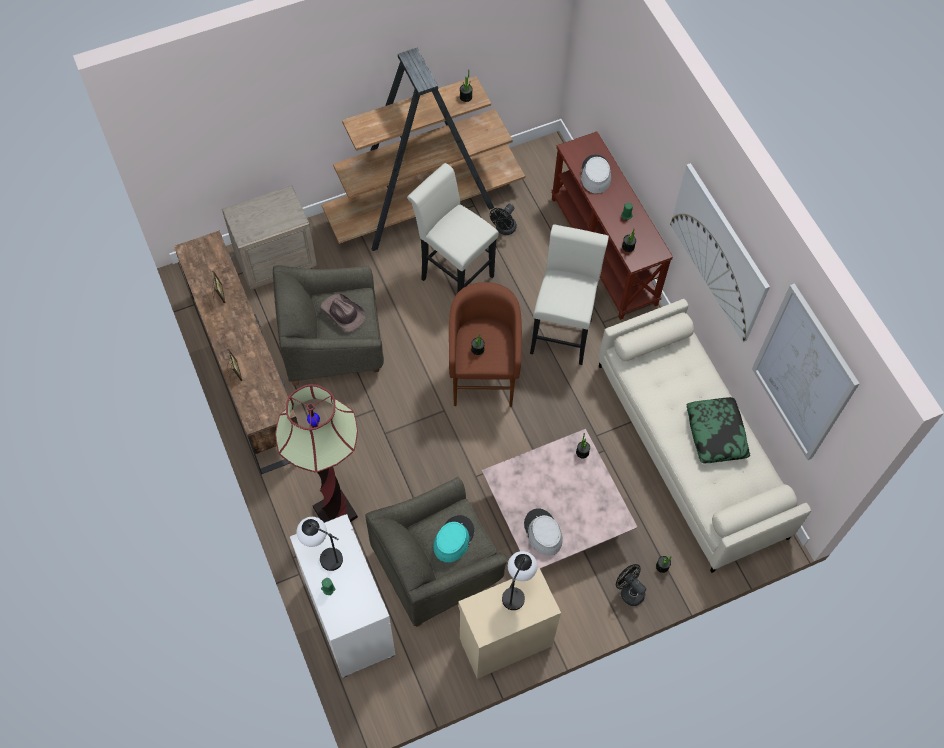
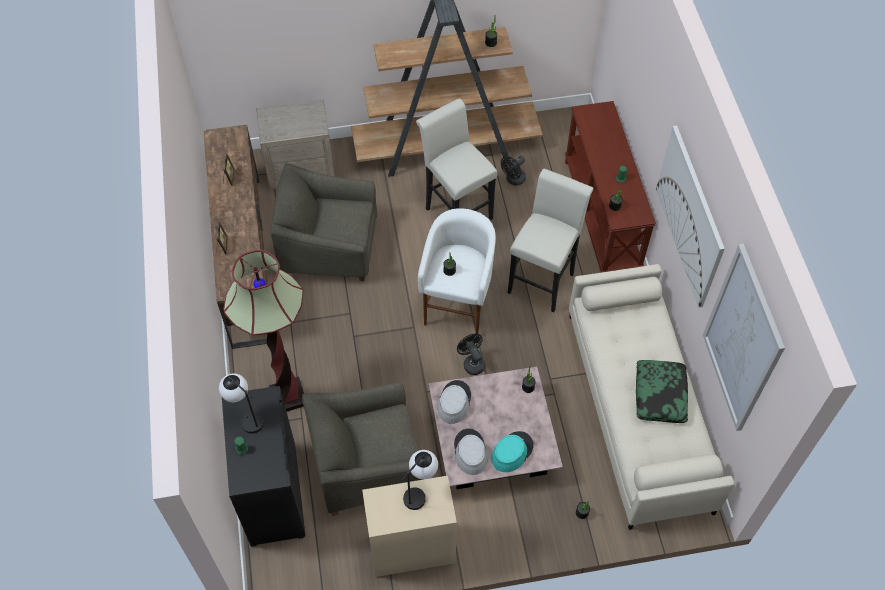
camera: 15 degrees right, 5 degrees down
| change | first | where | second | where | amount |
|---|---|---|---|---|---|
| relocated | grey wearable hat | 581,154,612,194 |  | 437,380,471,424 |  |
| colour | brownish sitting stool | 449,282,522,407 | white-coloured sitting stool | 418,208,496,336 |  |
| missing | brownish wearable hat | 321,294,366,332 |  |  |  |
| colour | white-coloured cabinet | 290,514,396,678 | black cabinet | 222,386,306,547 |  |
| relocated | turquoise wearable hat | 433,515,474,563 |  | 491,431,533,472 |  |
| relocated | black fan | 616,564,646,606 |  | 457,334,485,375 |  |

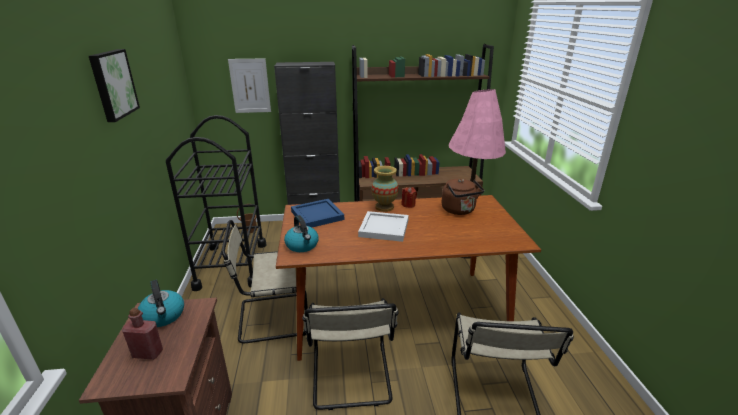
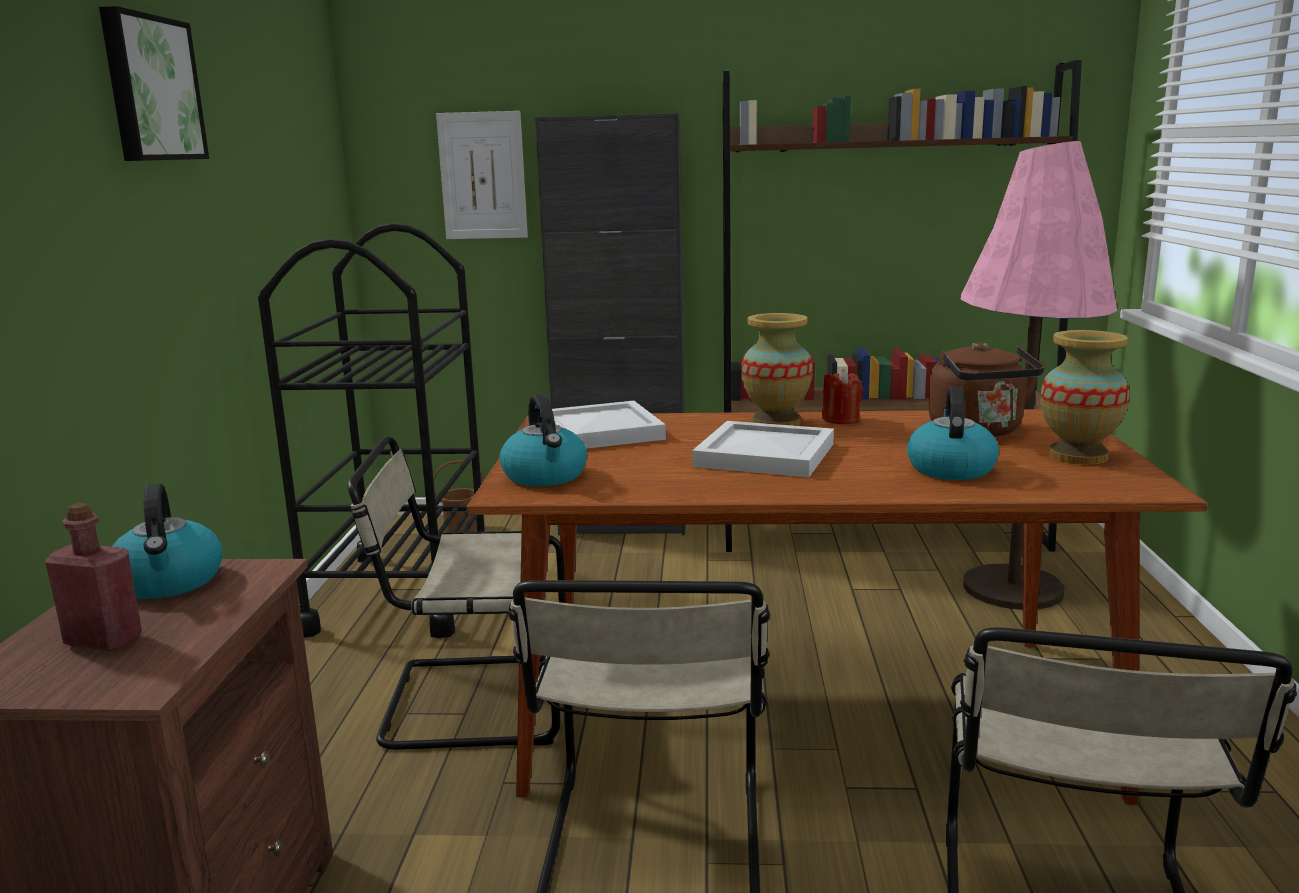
camera: 10 degrees right, 10 degrees down
| change | first | where | second | where | amount |
|---|---|---|---|---|---|
| colour | blue-coloured carrying tray | 291,199,344,227 | white-coloured carrying tray | 552,401,666,449 |  |
| appeared |  |  | flower vase | 1041,330,1129,464 |  |
| appeared |  |  | water kettle | 907,387,999,480 |  |

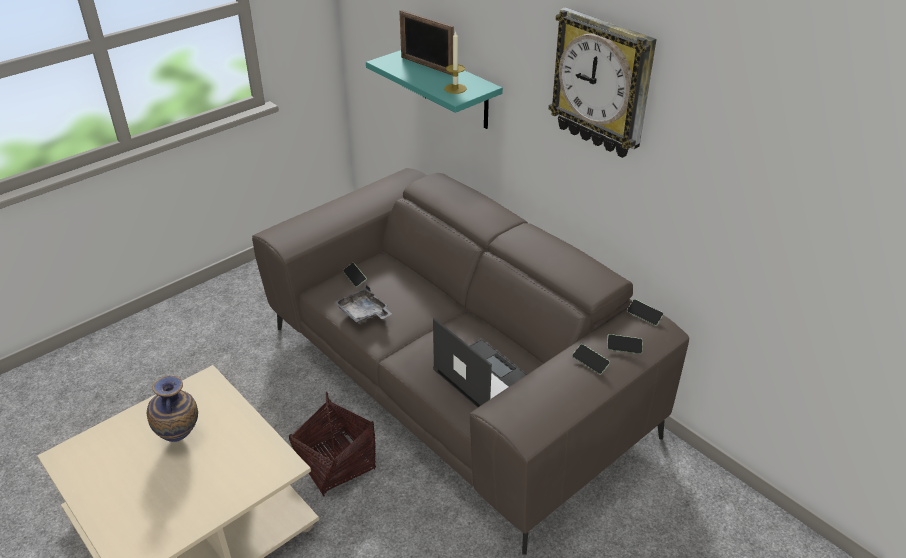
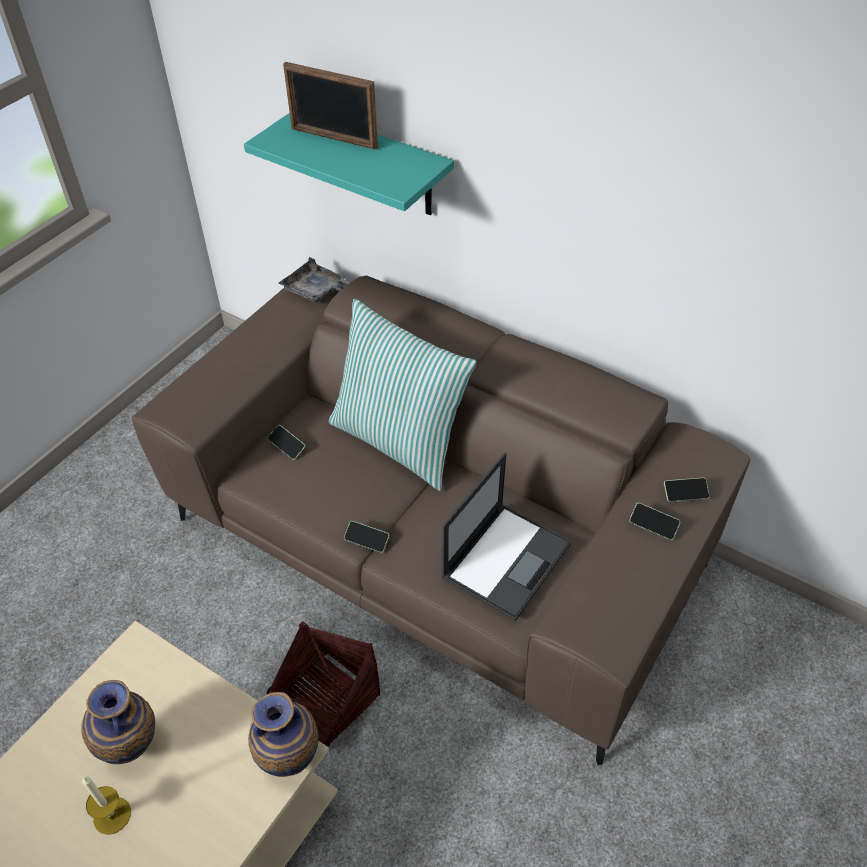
camera: 15 degrees left, 10 degrees up
| change | first | where | second | where | amount |
|---|---|---|---|---|---|
| missing | wall clock | 549,7,657,158 |  |  |  |
| relocated | candle | 444,30,466,94 |  | 82,776,131,835 |  |
| relocated | grey carrying tray | 334,285,392,324 |  | 279,257,349,303 |  |
| relocated | telephone | 627,299,664,326 |  | 344,521,389,553 |  |
| spun | notebook computer | 433,318,528,408 |  | 441,452,571,621 | 90 degrees clockwise |
| appeared |  |  | cushion | 329,299,477,491 |  |
| appeared |  |  | flower vase | 248,692,319,777 |  |

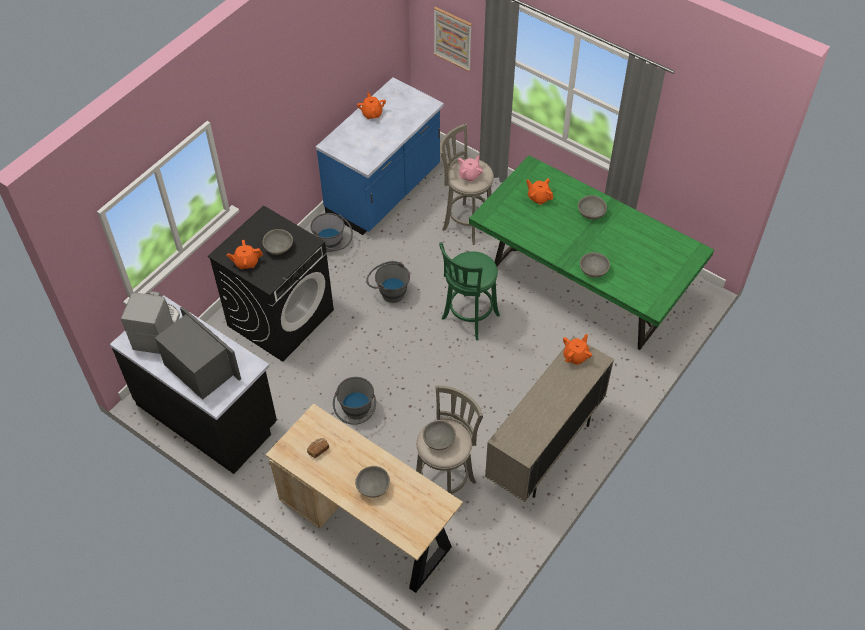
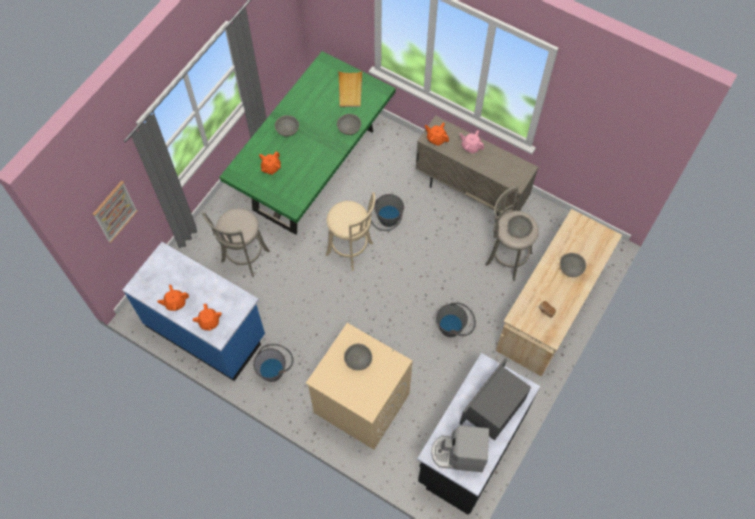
camera: 95 degrees left, 10 degrees up
| change | first | where | second | where | amount |
|---|---|---|---|---|---|
| relocated | pink pot for tea | 458,155,483,182 |  | 459,130,484,154 |  |
| colour | black laundry machine | 208,205,334,362 | sand-coloured laundry machine | 306,323,413,450 |  |
| relocated | orange pot for tea | 227,240,263,269 |  | 192,304,222,331 |  |
| colour | green sitting stool | 439,242,500,341 | sand-coloured sitting stool | 326,192,375,271 |  |
| relocated | grey pail | 366,261,410,303 |  | 371,194,404,231 |  |
| appeared |  |  | sand-coloured carrying tray | 339,71,362,107 |  |

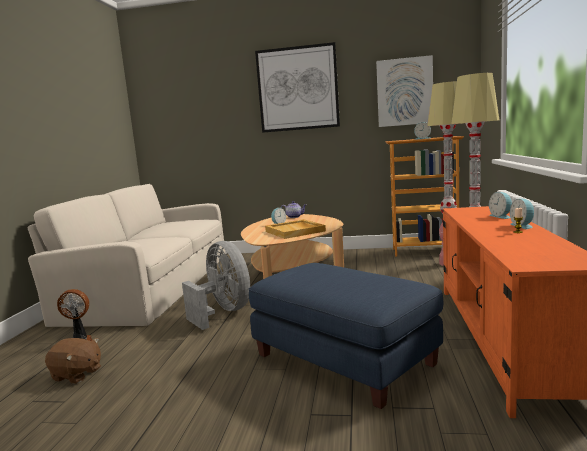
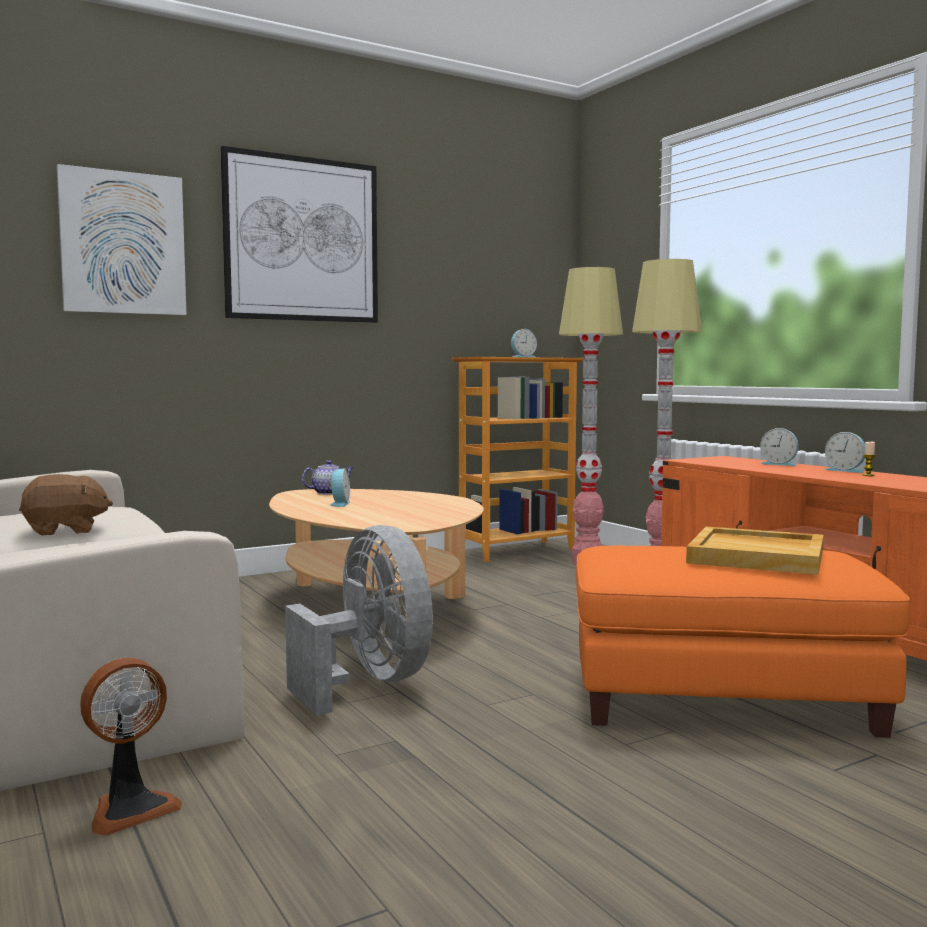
camera: 40 degrees left, 5 degrees down
| change | first | where | second | where | amount |
|---|---|---|---|---|---|
| relocated | wall art | 376,55,433,127 |  | 57,164,186,315 |  |
| relocated | sand-coloured carrying tray | 265,219,326,239 |  | 686,527,823,575 |  |
| spun | grey fan | 182,241,250,330 |  | 285,525,433,715 | 45 degrees clockwise |
| colour | blue-coloured ottoman | 249,263,443,409 | orange ottoman | 576,546,910,738 |  |
| relocated | brownish cuddly toy | 45,338,101,384 |  | 19,474,113,536 |  |

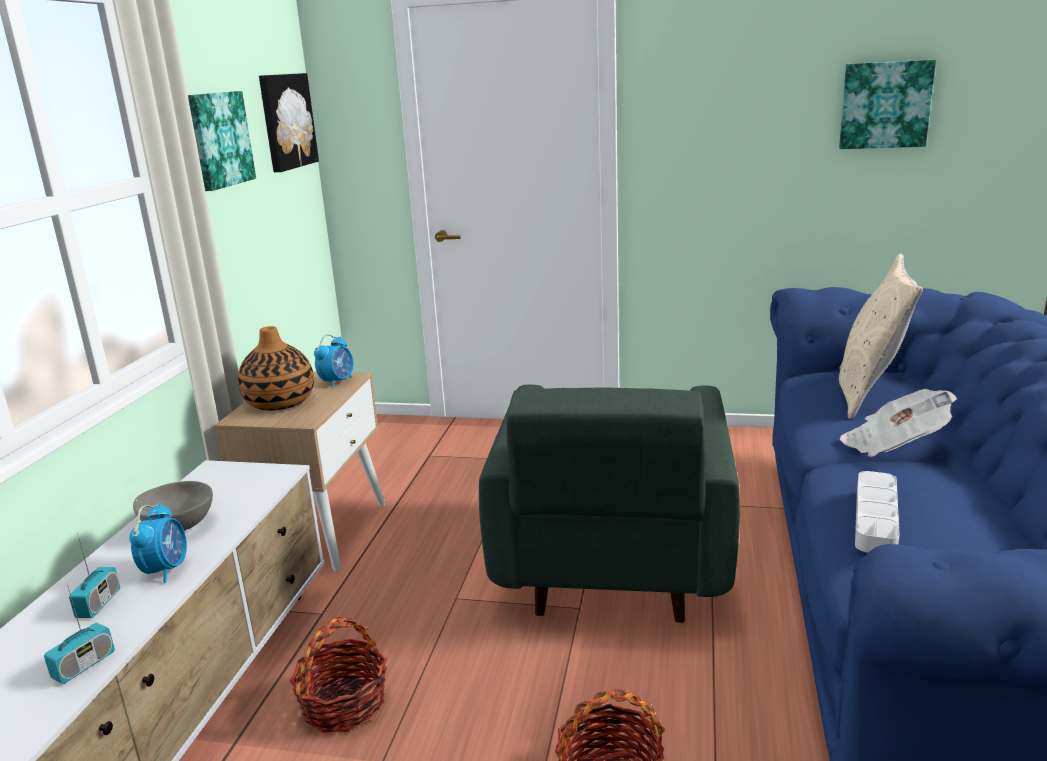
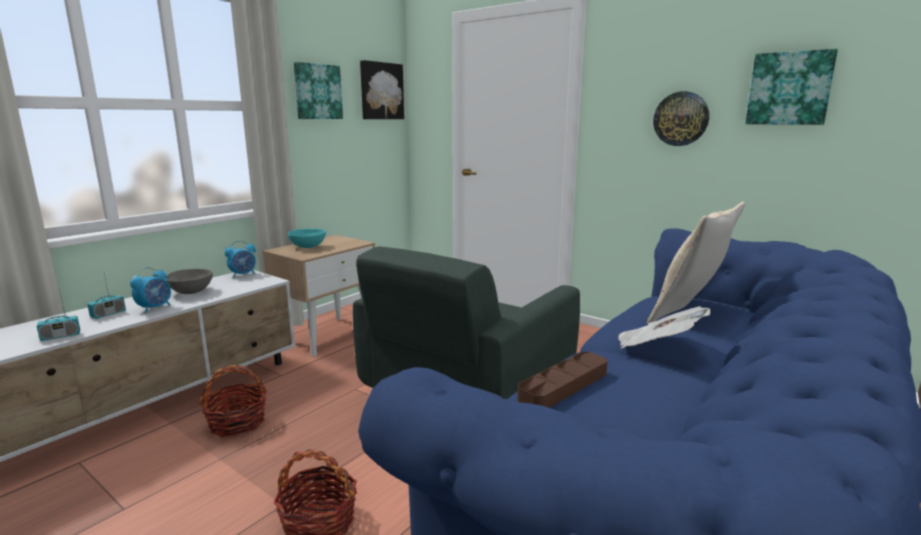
camera: 25 degrees right, 5 degrees down
| change | first | where | second | where | amount |
|---|---|---|---|---|---|
| exchanged | flower vase | 238,326,314,411 | turquoise serving bowl | 288,229,326,248 |  |
| relocated | bedside clock | 314,334,353,388 |  | 225,241,256,278 |  |
| colour | grey carrying tray | 855,471,900,553 | brownish carrying tray | 517,352,608,408 |  |
| appeared |  |  | wall clock | 653,91,709,146 |  |

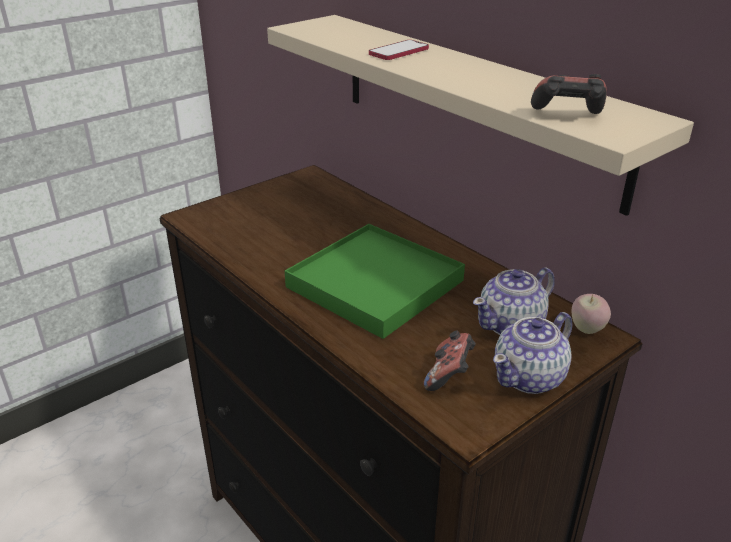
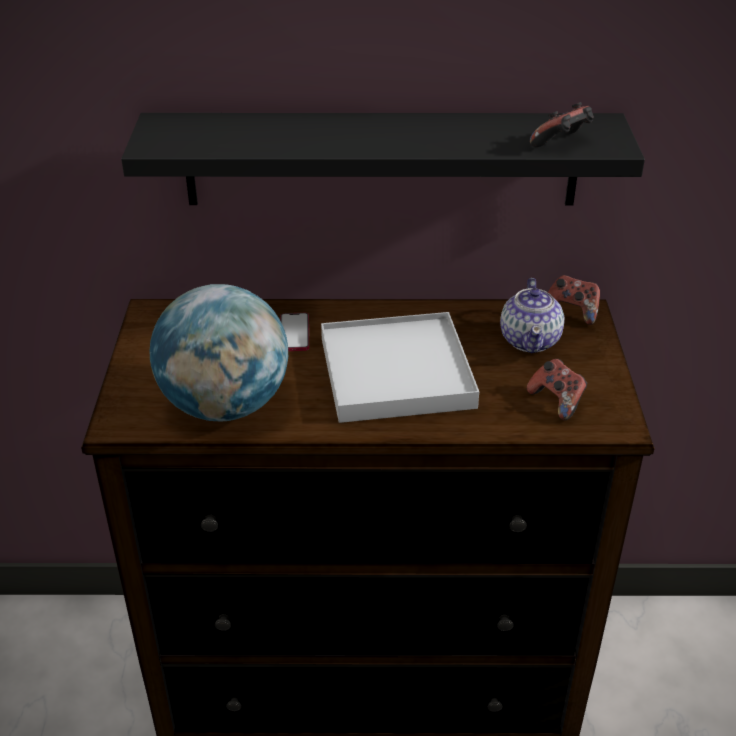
camera: 50 degrees left, 5 degrees up
| change | first | where | second | where | amount |
|---|---|---|---|---|---|
| colour | sand-coloured shelf | 267,15,694,216 | black shelf | 121,113,645,206 |  |
| relocated | telephone | 369,40,429,60 |  | 280,313,309,351 |  |
| colour | green carrying tray | 285,224,465,339 | white-coloured carrying tray | 321,312,479,423 |  |
| exchanged | apple fruit | 572,294,611,334 | gamepad | 548,275,600,325 |  |
| missing | pot for tea | 493,312,572,394 |  |  |  |
| appeared |  |  | globe | 150,284,288,422 |  |

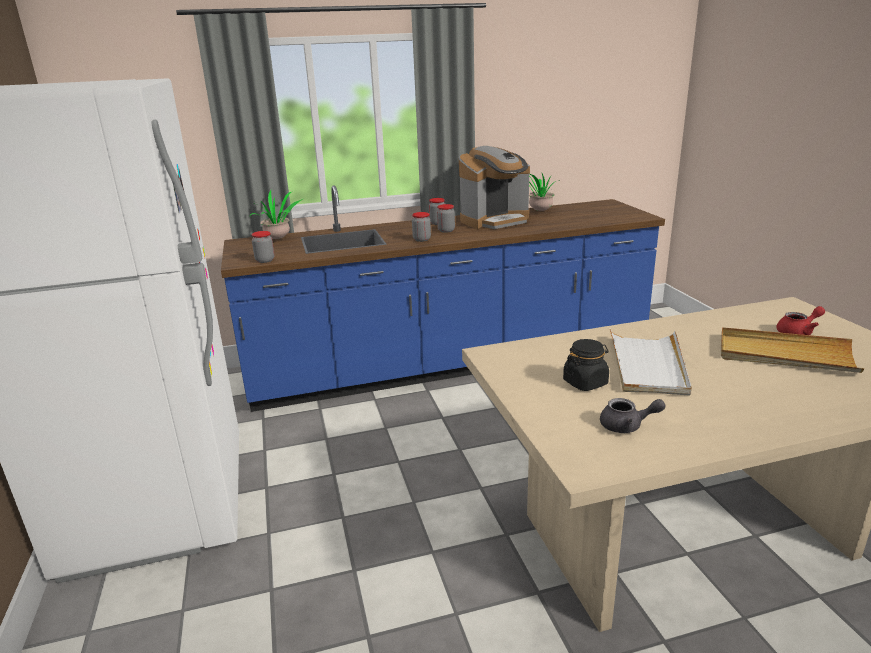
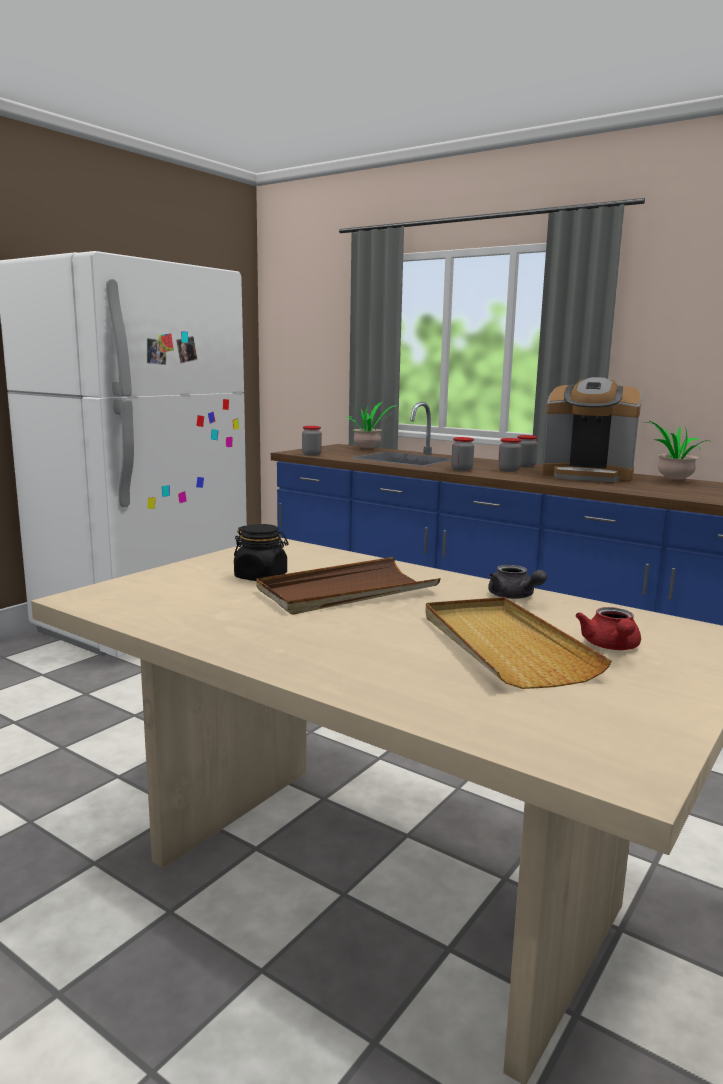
camera: 50 degrees right, 10 degrees down
| change | first | where | second | where | amount |
|---|---|---|---|---|---|
| spun | red-coloured pot for tea | 776,306,825,335 |  | 575,607,641,650 | 60 degrees clockwise |
| colour | white-coloured carrying tray | 610,329,692,395 | brownish carrying tray | 256,557,441,615 |  |
| relocated | grey pot for tea | 600,398,666,433 |  | 488,565,547,599 |  |

